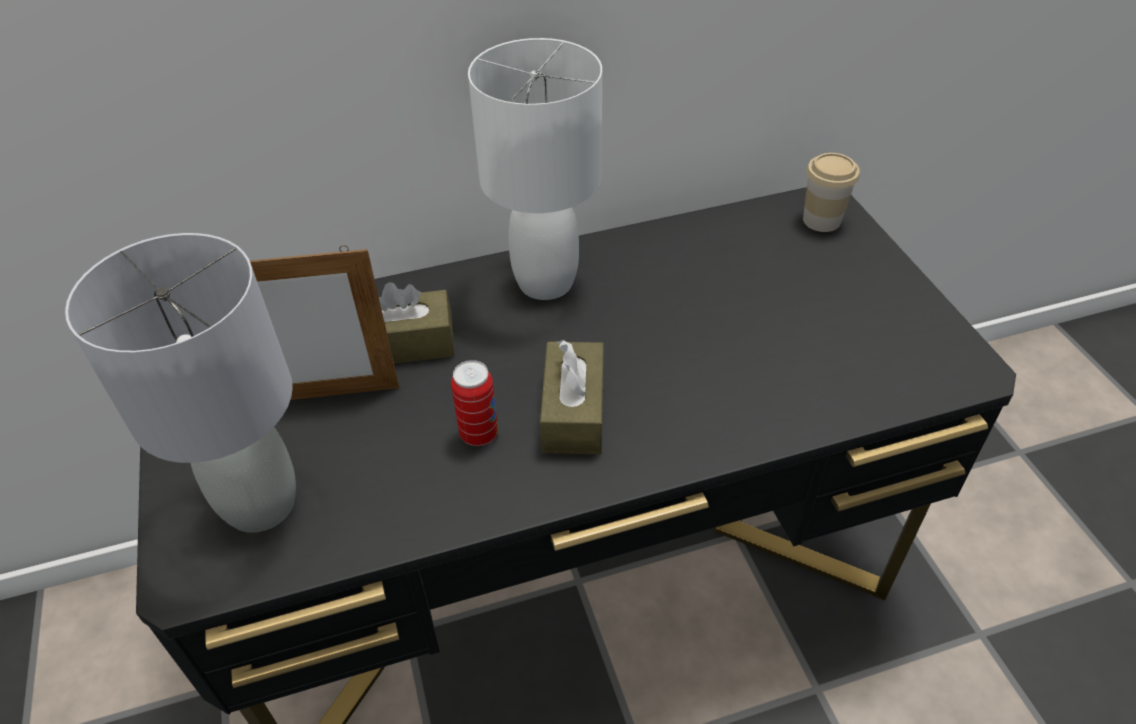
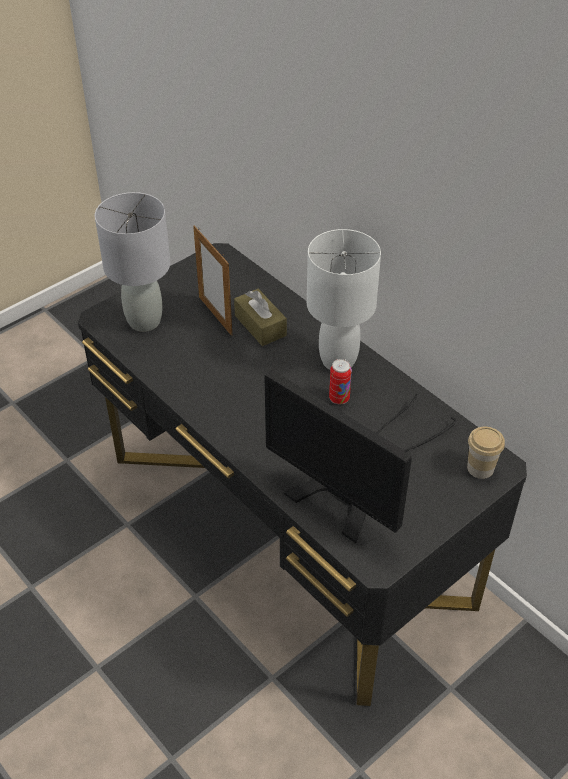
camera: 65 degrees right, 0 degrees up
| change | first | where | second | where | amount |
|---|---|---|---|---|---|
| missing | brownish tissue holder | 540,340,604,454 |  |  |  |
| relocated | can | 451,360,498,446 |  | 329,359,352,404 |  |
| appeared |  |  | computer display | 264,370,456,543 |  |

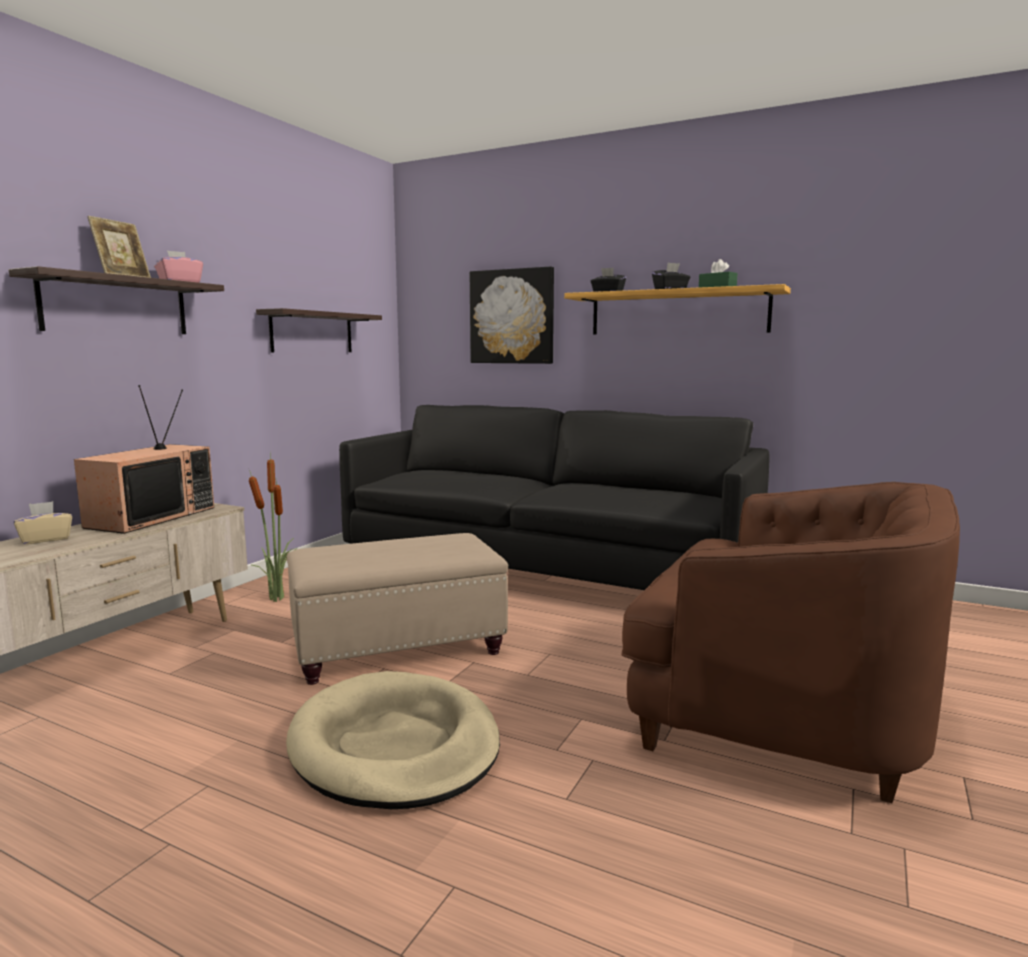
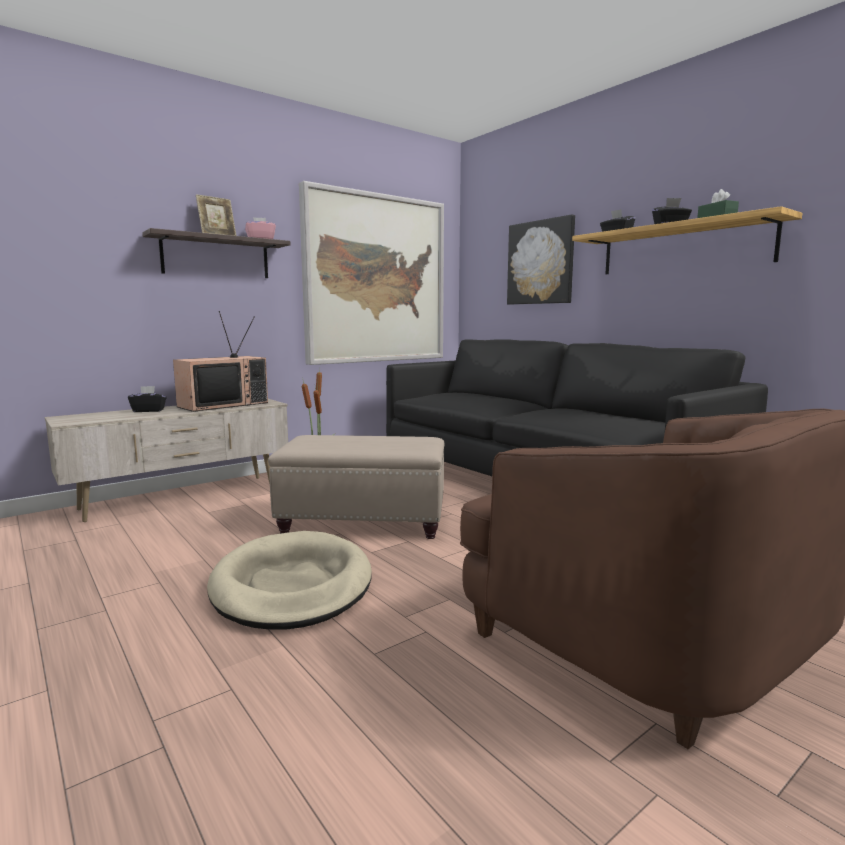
camera: 25 degrees right, 0 degrees up
| change | first | where | second | where | amount |
|---|---|---|---|---|---|
| exchanged | shelf | 256,308,382,353 | wall art | 299,181,444,365 |  |
| colour | sand-coloured tissue holder | 14,501,72,544 | black tissue holder | 128,386,167,412 |  |

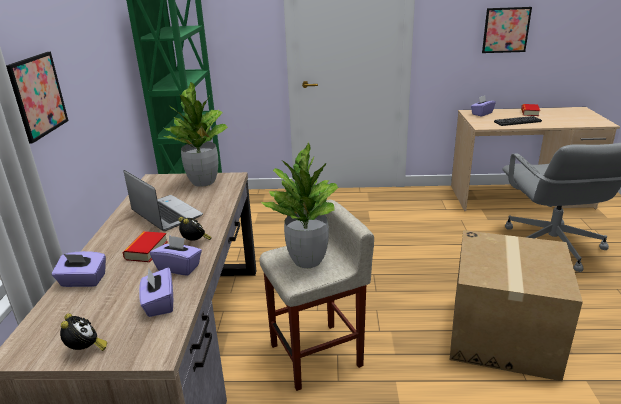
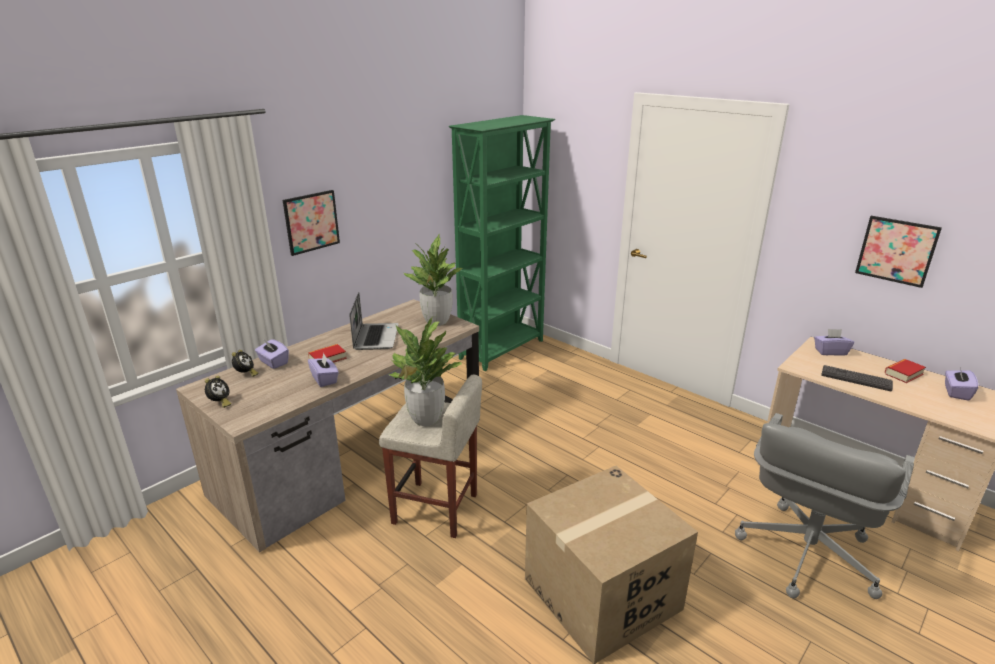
camera: 40 degrees right, 0 degrees up
| change | first | where | second | where | amount |
|---|---|---|---|---|---|
| relocated | bedside clock | 179,217,212,241 |  | 232,350,258,377 |  |
| relocated | purple tissue holder | 139,268,173,317 |  | 945,367,978,401 |  |

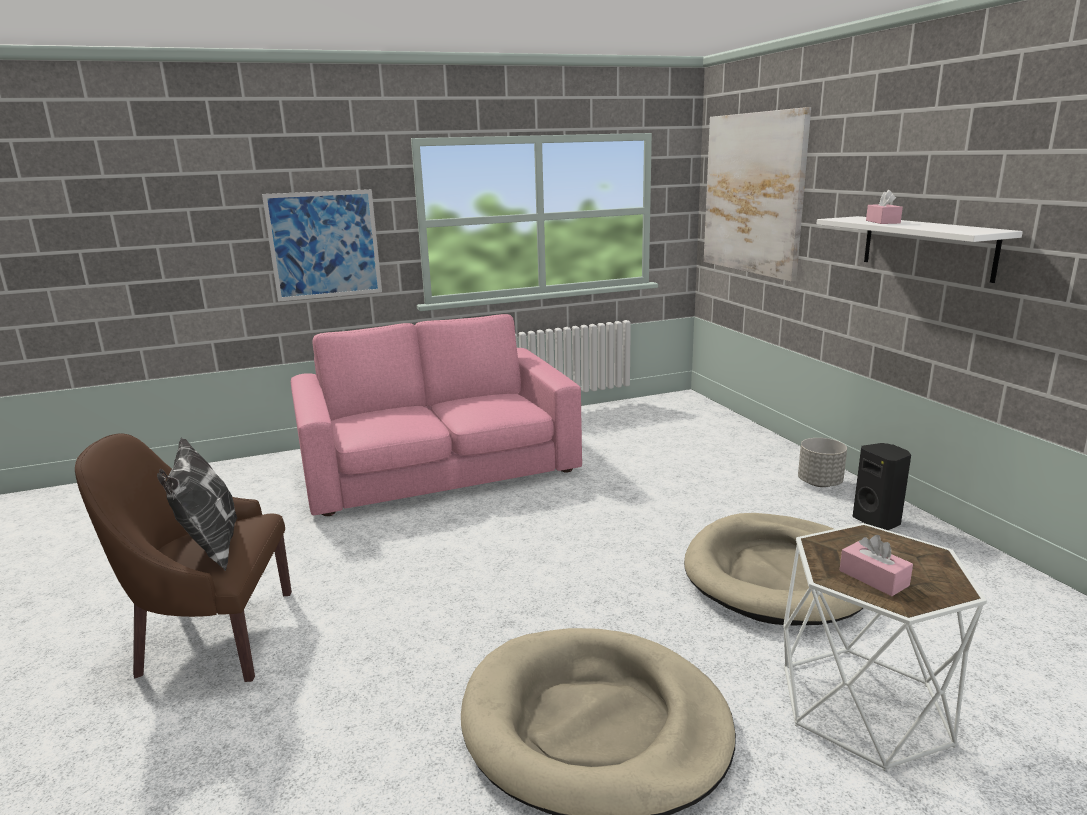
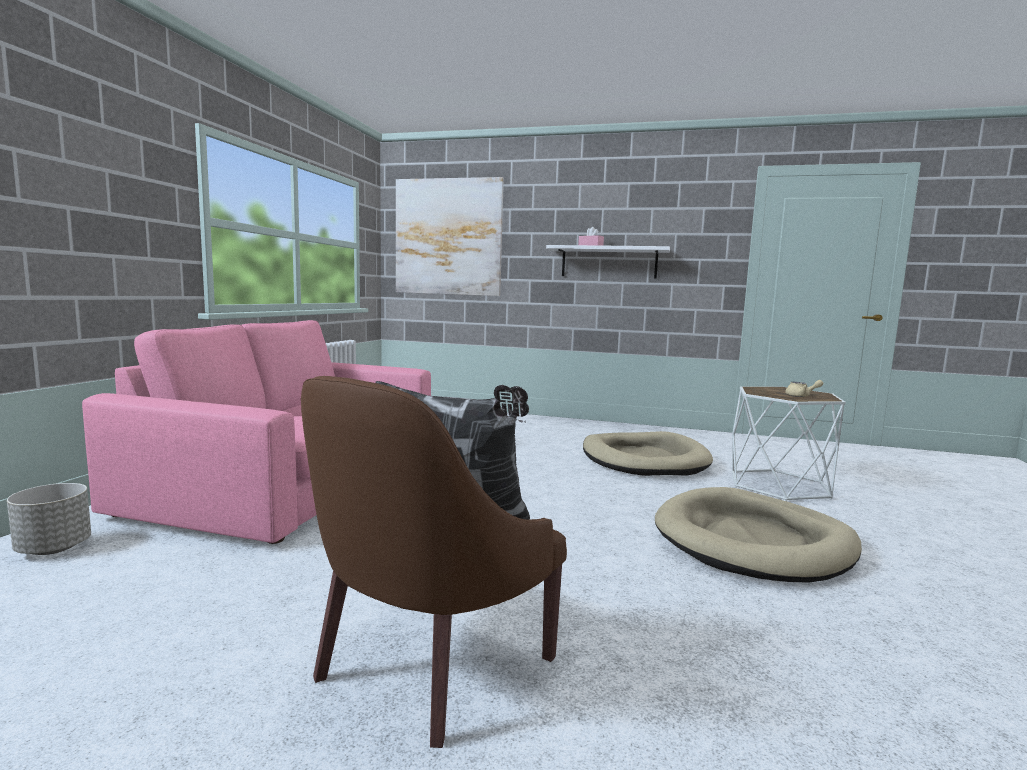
camera: 55 degrees left, 10 degrees down
| change | first | where | second | where | amount |
|---|---|---|---|---|---|
| missing | wall art | 262,189,382,302 |  |  |  |
| relocated | grey planter | 798,438,847,487 |  | 7,483,91,555 |  |
| missing | black audio speaker | 853,443,911,530 |  |  |  |
| exchanged | pink tissue holder | 840,535,913,596 | sand-coloured pot for tea | 785,380,823,397 |  |

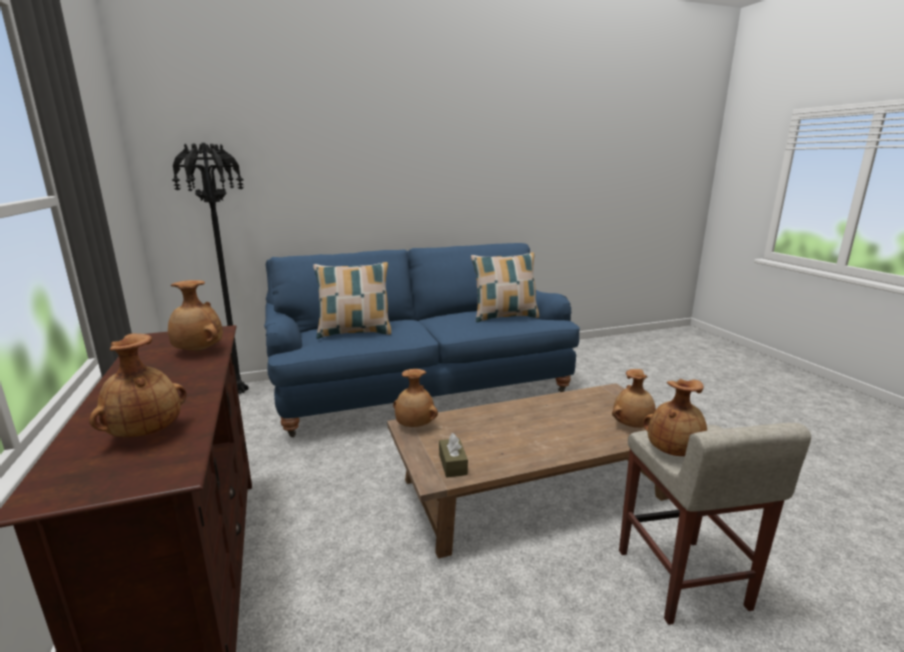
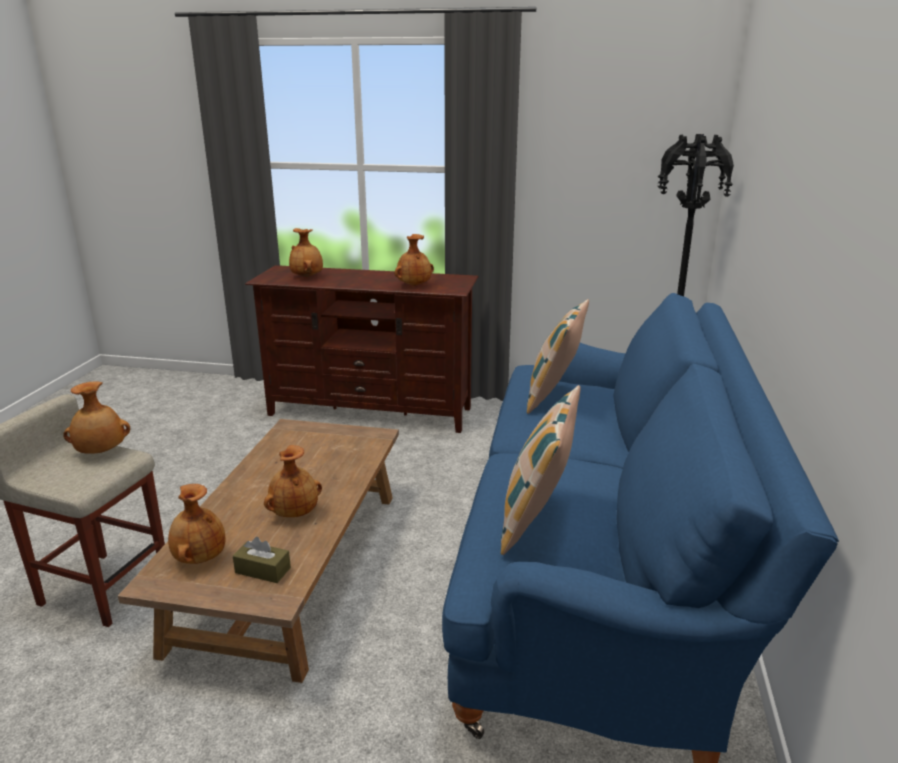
camera: 120 degrees right, 5 degrees up
| change | first | where | second | where | amount |
|---|---|---|---|---|---|
| relocated | brownish flower vase | 393,369,438,427 |  | 264,445,322,517 |  |
| relocated | brownish tissue holder | 439,433,468,478 |  | 233,537,291,583 |  |

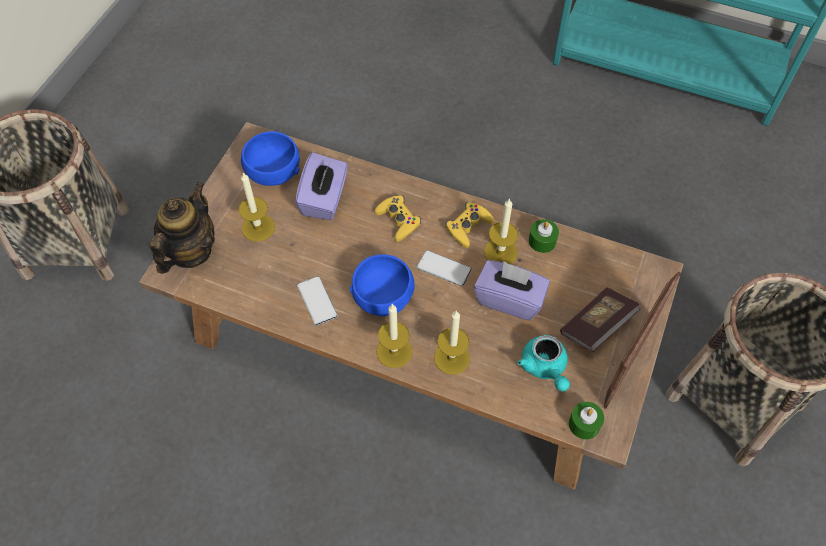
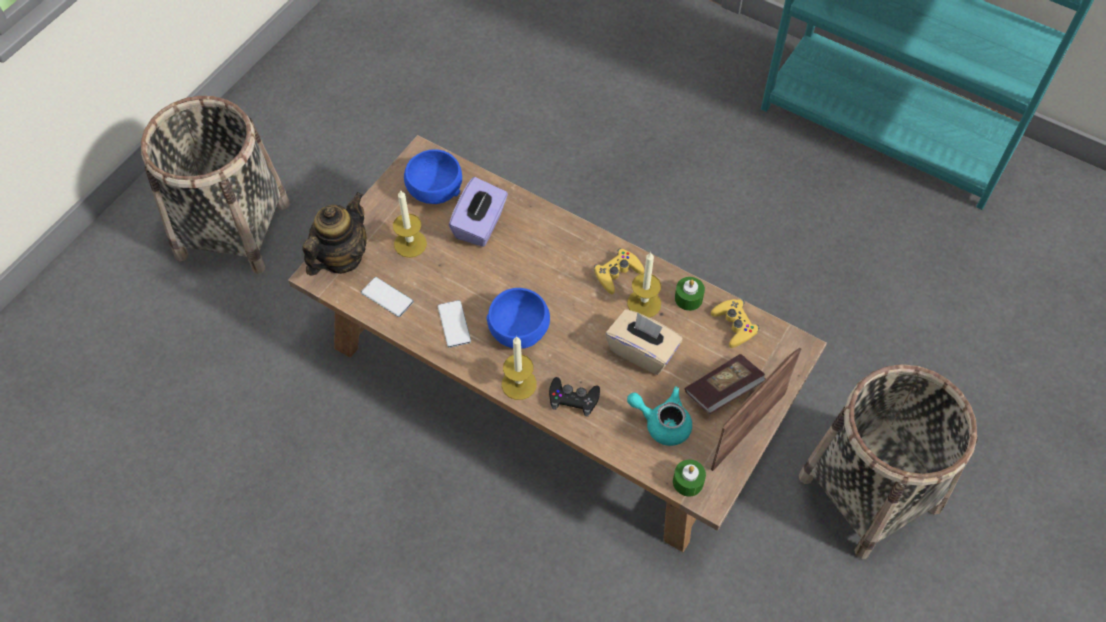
camera: 10 degrees right, 0 degrees up
| change | first | where | second | where | amount |
|---|---|---|---|---|---|
| relocated | yellow gamepad | 375,195,421,242 |  | 711,299,759,348 |  |
| relocated | telephone | 417,250,472,286 |  | 361,277,414,317 |  |
| colour | purple tissue holder | 474,260,550,321 | sand-coloured tissue holder | 606,309,683,375 |  |
| exchanged | candle | 434,311,470,375 | black gamepad | 549,377,600,417 |  |
| spun | turquoise pot for tea | 517,335,570,391 |  | 627,387,692,446 | 120 degrees clockwise |

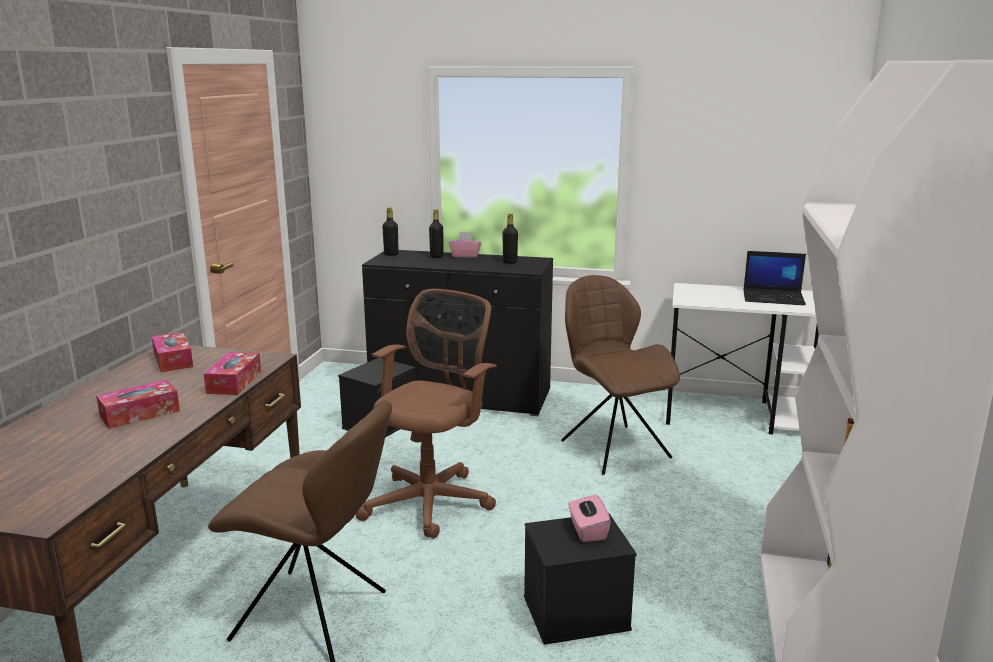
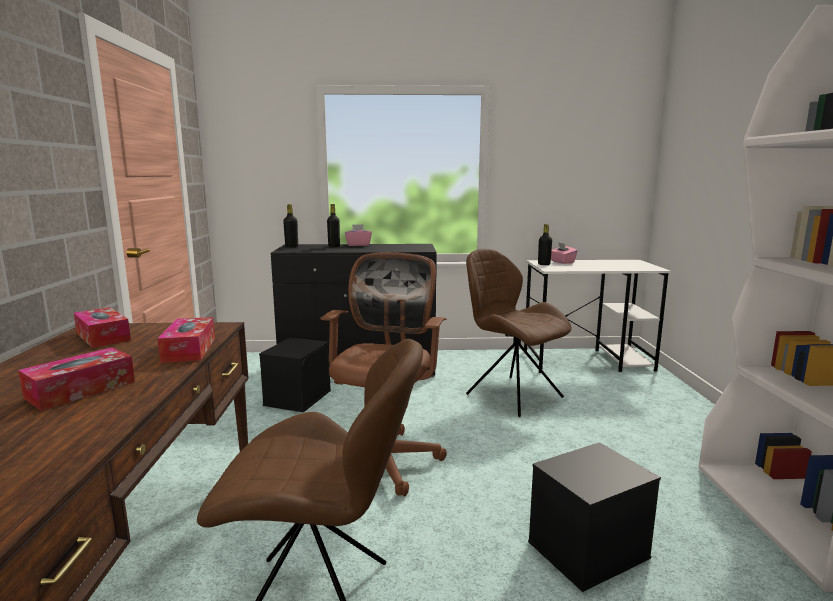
camera: 15 degrees left, 5 degrees down
| change | first | where | second | where | amount |
|---|---|---|---|---|---|
| relocated | black beverage bottle | 503,213,518,264 |  | 538,224,552,265 |  |
| missing | notebook computer | 743,251,806,305 |  |  |  |
| relocated | pink tissue holder | 568,494,611,542 |  | 551,242,577,264 |  |

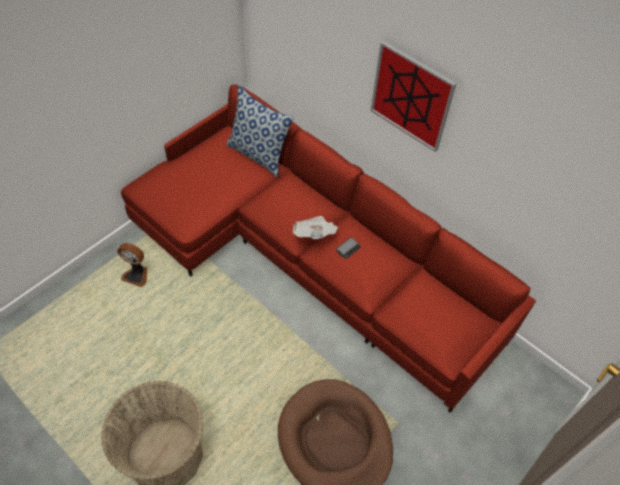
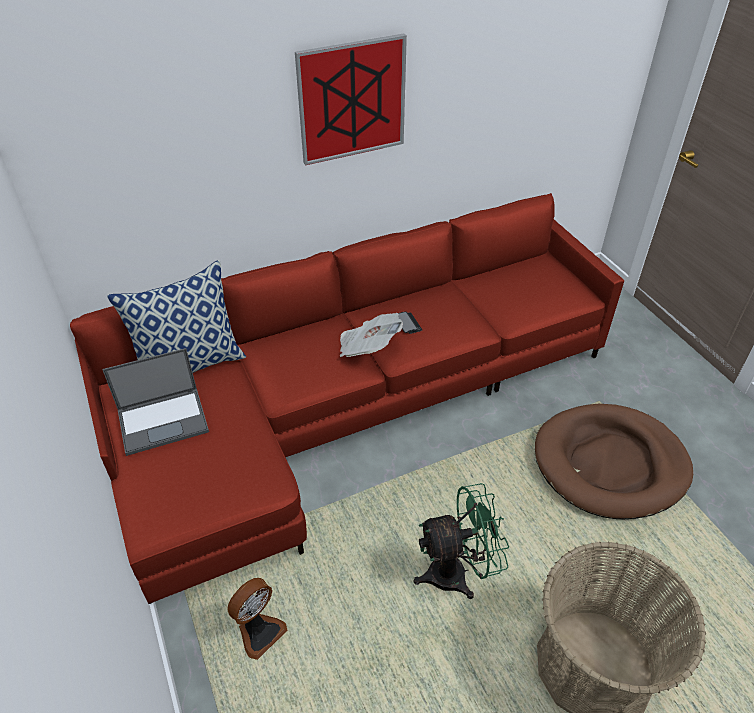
camera: 65 degrees left, 10 degrees down
| change | first | where | second | where | amount |
|---|---|---|---|---|---|
| appeared |  |  | notebook computer | 102,348,209,456 |  |
| appeared |  |  | green fan | 413,483,509,599 |  |

